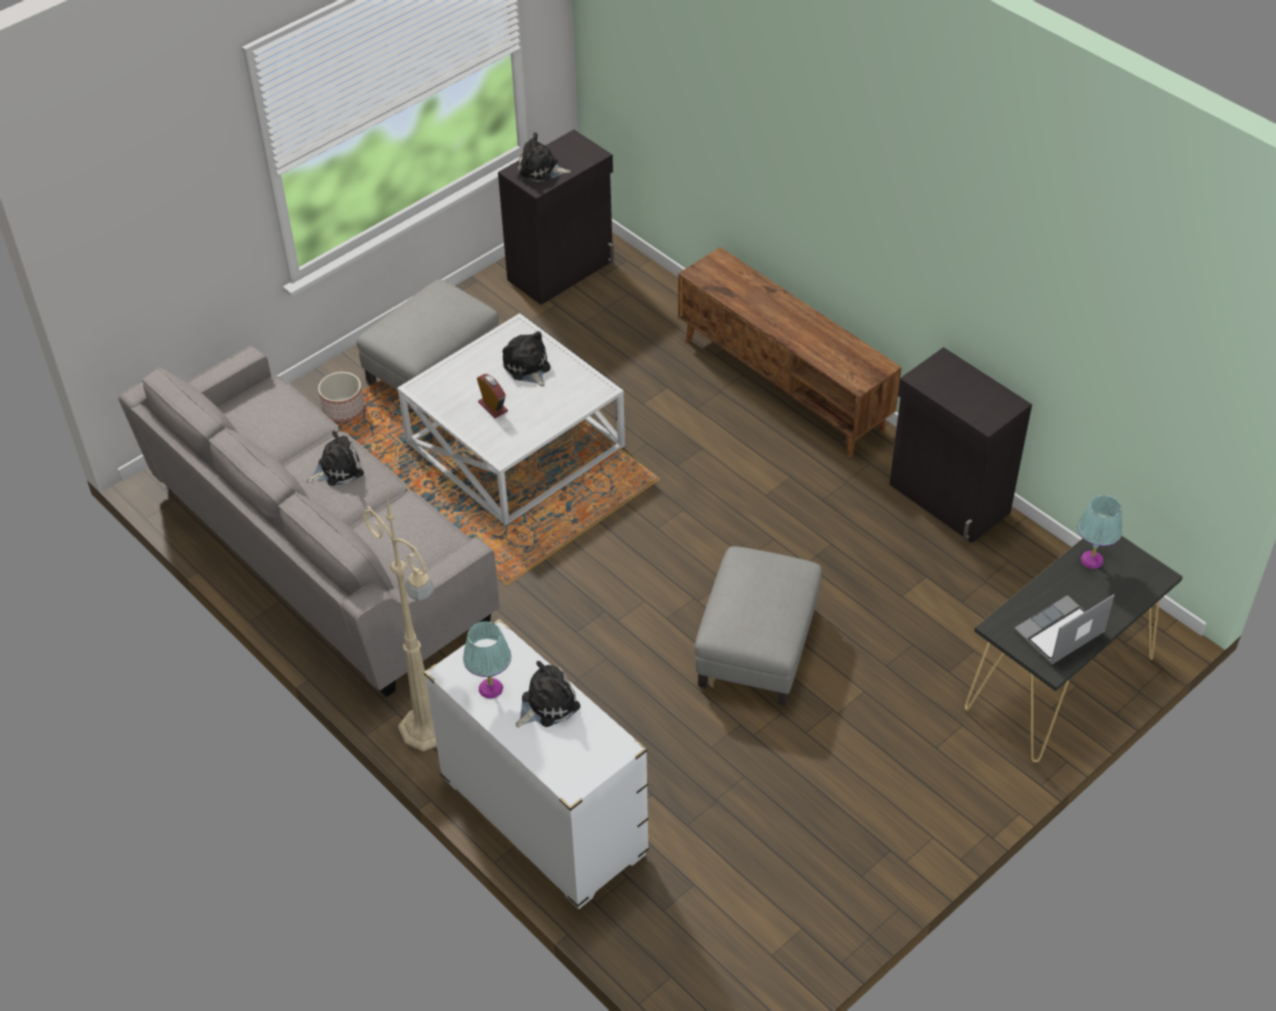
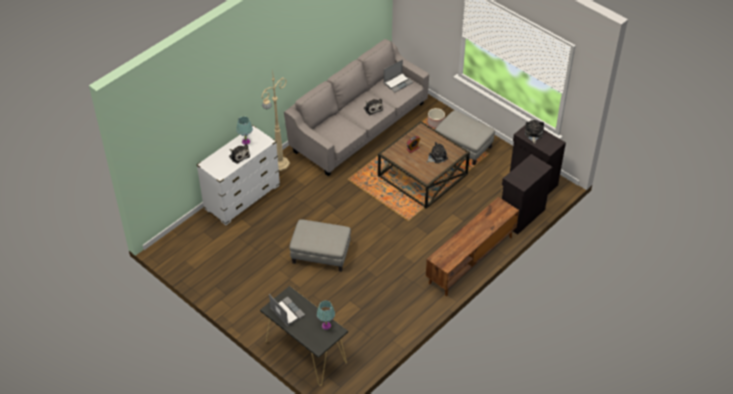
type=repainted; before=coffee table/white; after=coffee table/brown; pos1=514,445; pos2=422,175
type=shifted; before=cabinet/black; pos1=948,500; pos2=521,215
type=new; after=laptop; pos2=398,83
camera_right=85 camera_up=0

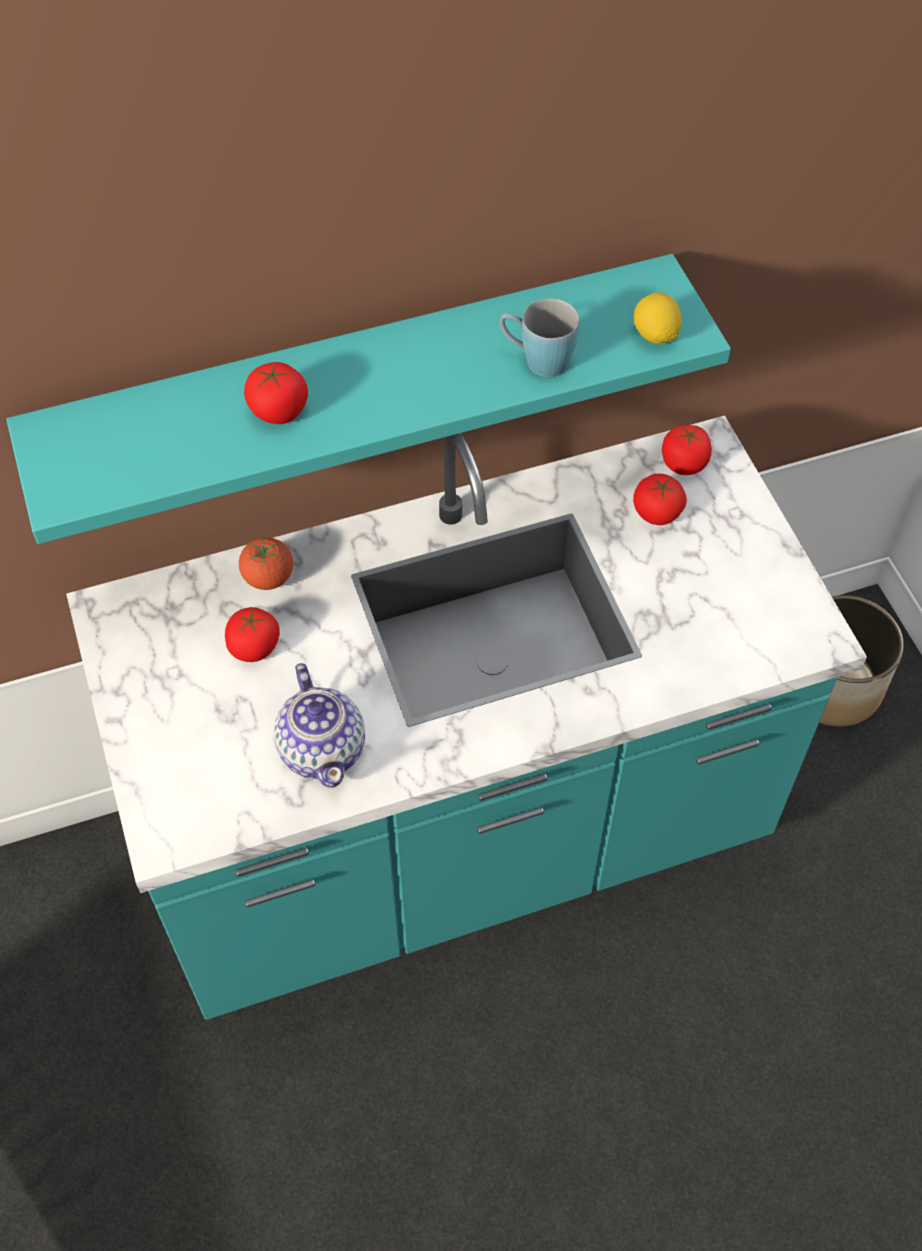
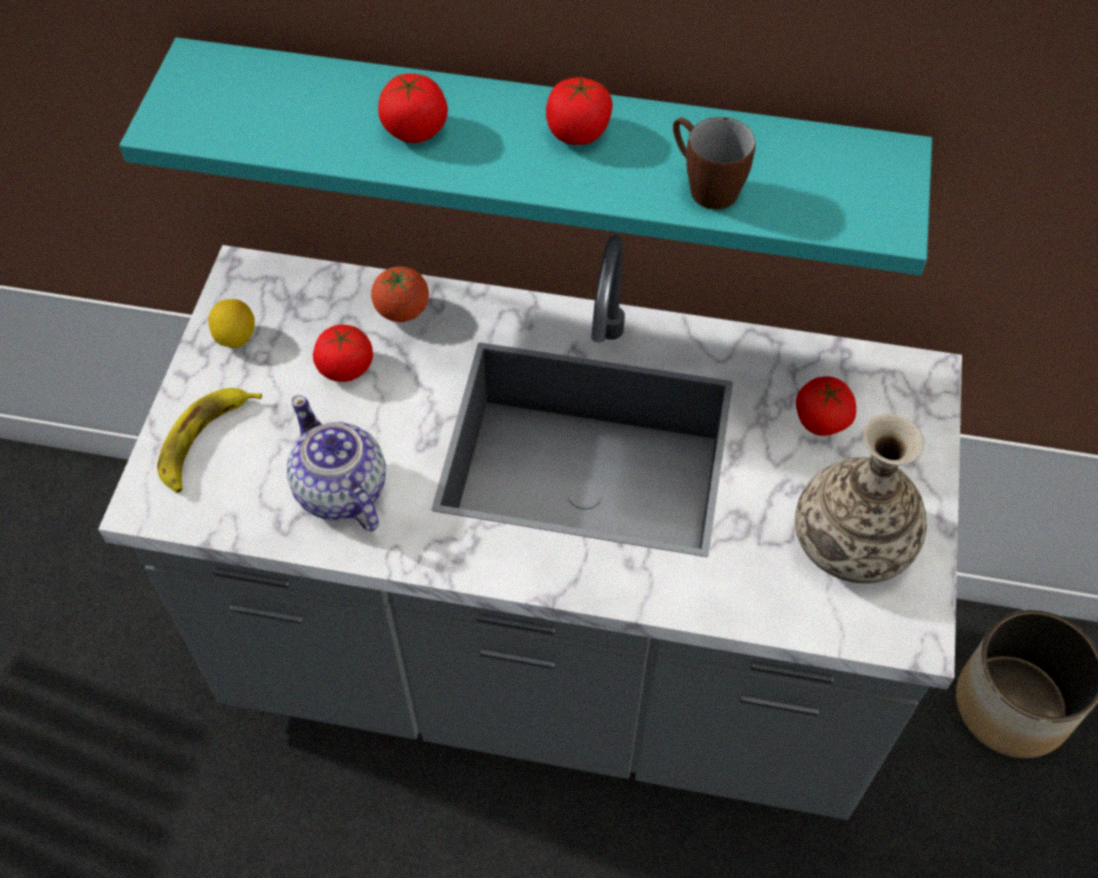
type=repainted; before=counter/turquoise; after=counter/grey; pos1=460,841; pos2=549,665
type=rotated; before=teapot; pos1=323,748; pos2=341,491; turn=135
type=repainted; before=mug/blue; after=mug/brown; pos1=536,360; pos2=704,185
type=shifted; before=lemon; pos1=655,335; pos2=236,337
type=shifted; before=tomato; pos1=684,463; pos2=578,132
type=new; after=banana; pos2=205,442
type=new; after=vase; pos2=852,543
camera_right=30 camera_up=0

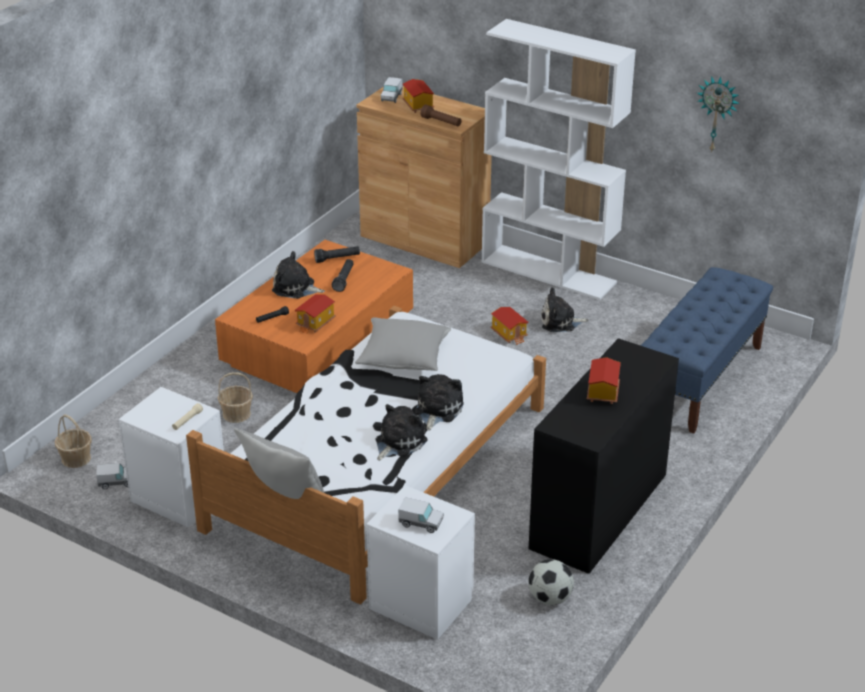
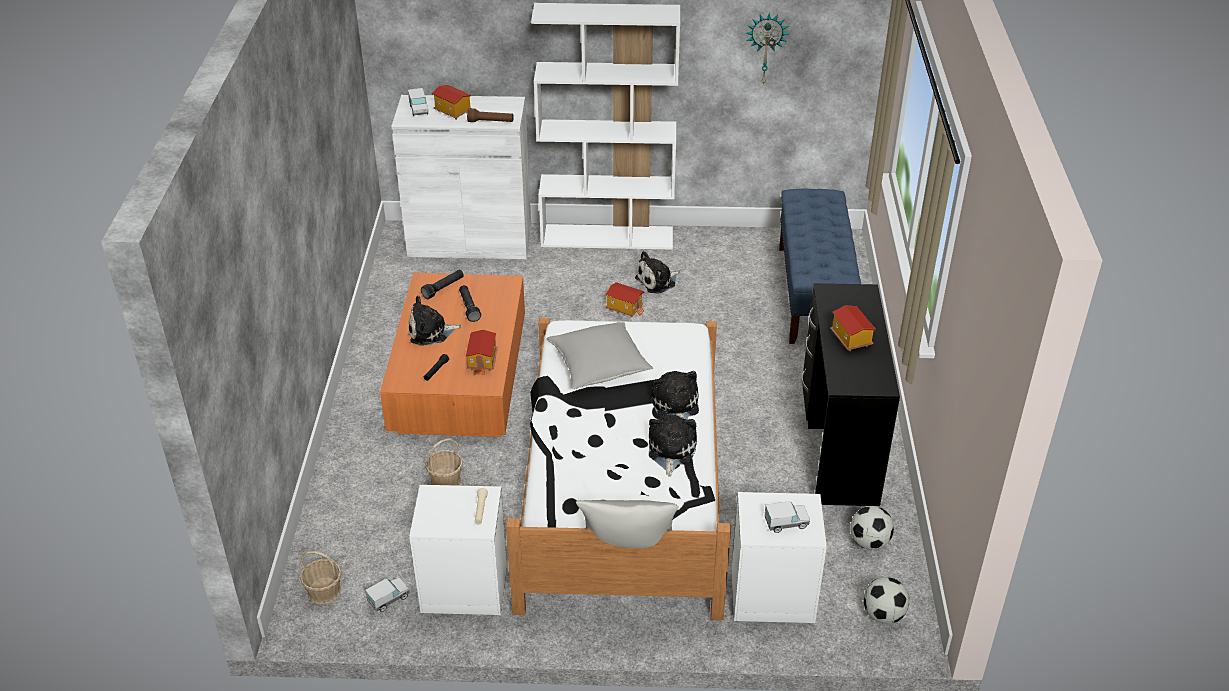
type=repainted; before=cabinet/brown; after=cabinet/white; pos1=424,239; pos2=470,241
type=new; after=football; pos2=883,614
camera_right=-30 camera_up=5

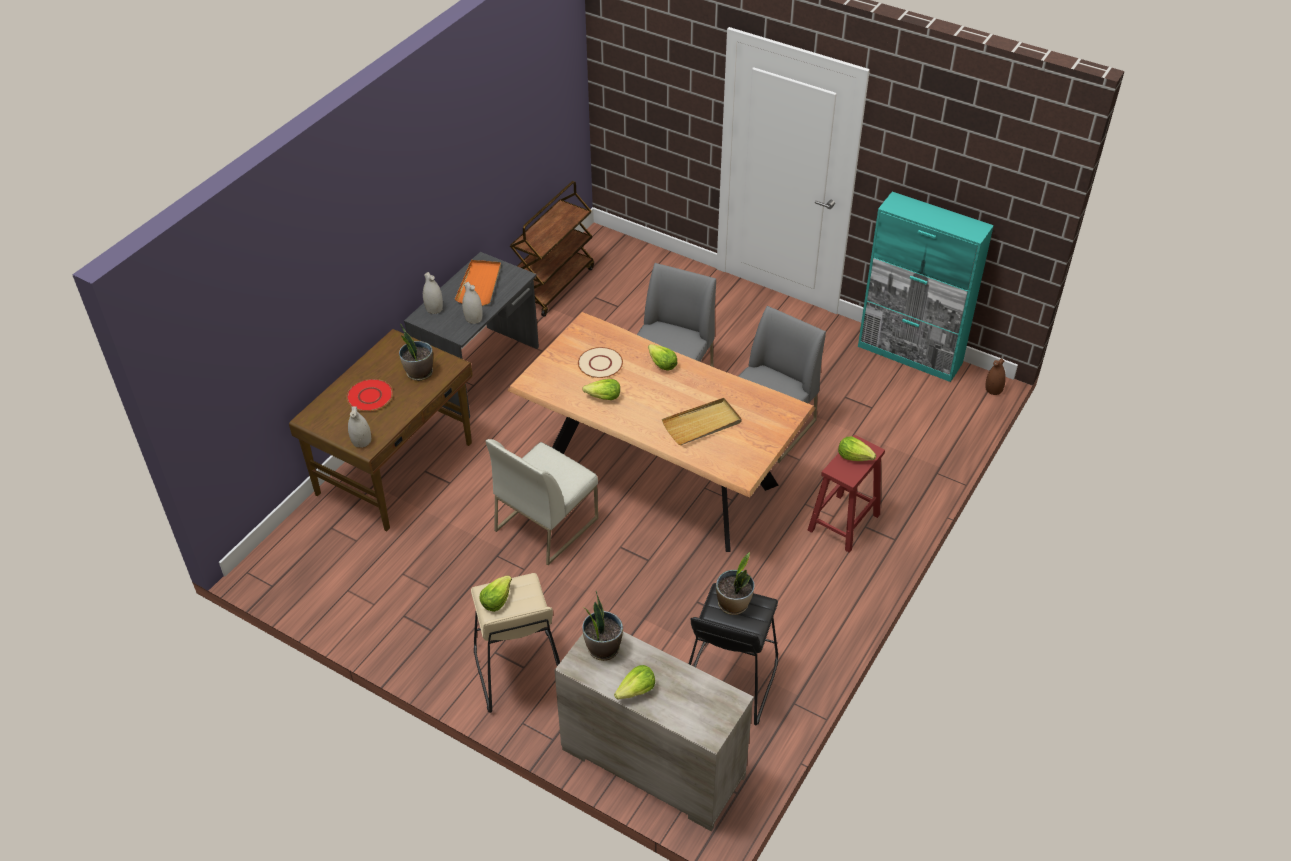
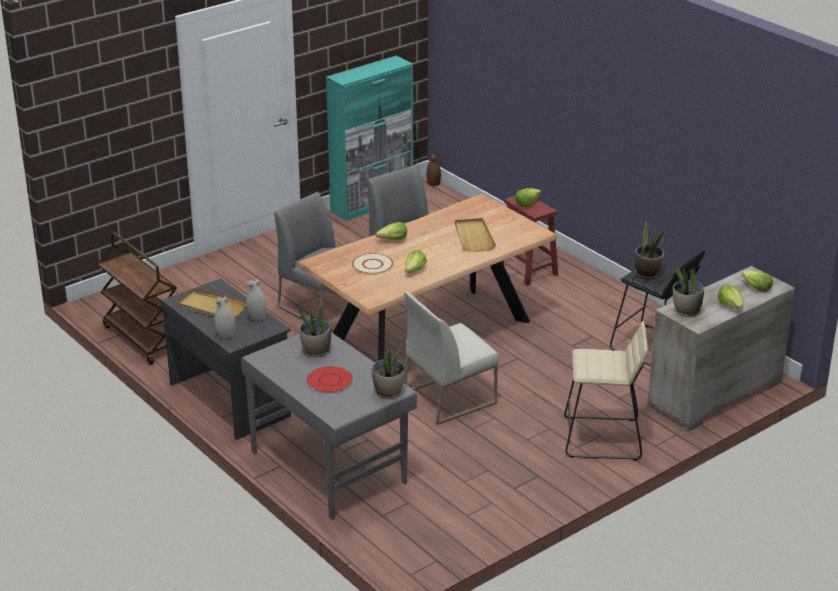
type=repainted; before=desk/brown; after=desk/grey; pos1=397,468; pos2=329,466
type=swapped; before=vase/white; after=potted plant; pos1=361,442; pos2=388,392
type=repainted; before=tray/orange; after=tray/beige; pos1=479,284; pos2=211,307
type=shifted; before=lettuce; pos1=496,599; pos2=756,288
type=rotated; before=chair/white; pos1=546,523; pos2=449,397; turn=90
camera_right=-70 camera_up=-15

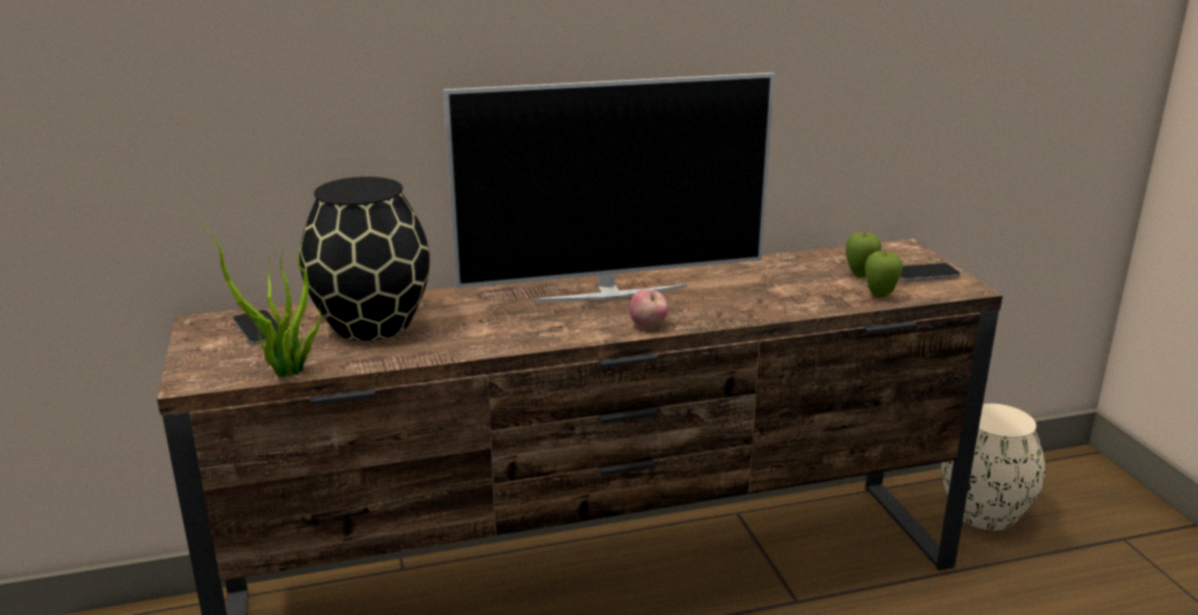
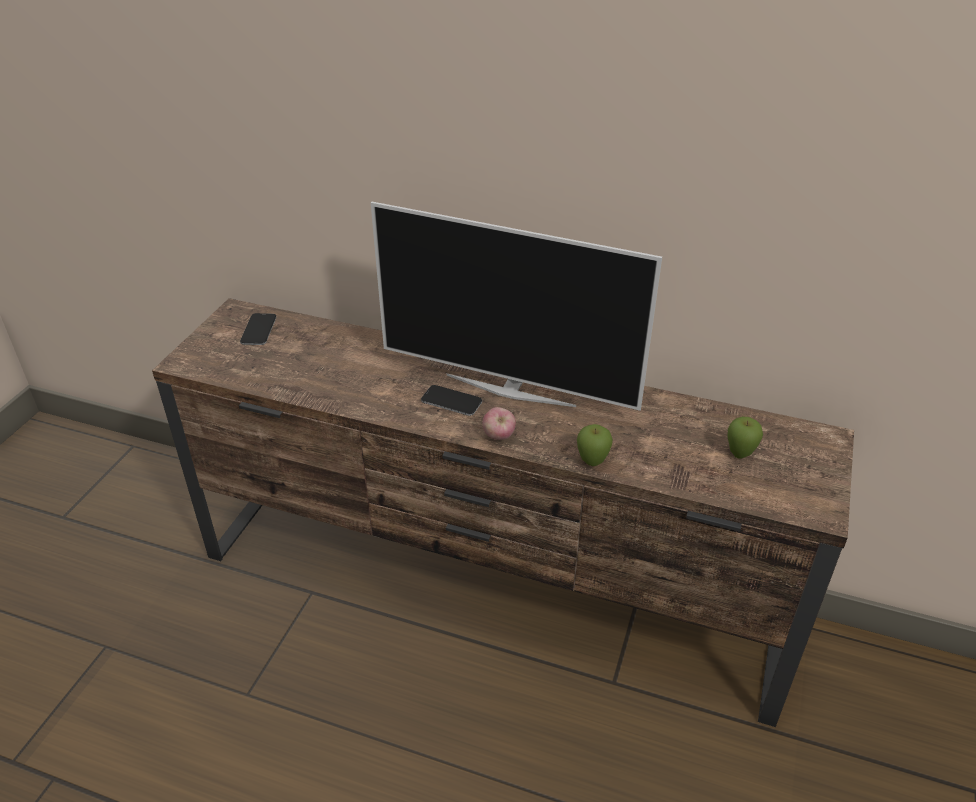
type=gone; before=potted plant; pos1=285,373
type=gone; before=vase/black; pos1=373,323
type=shifted; before=apple; pos1=880,296; pos2=592,463
type=shifted; before=phone; pos1=925,274; pos2=451,401
type=gone; before=vase/beige; pos1=985,514
camera_right=35 camera_up=15

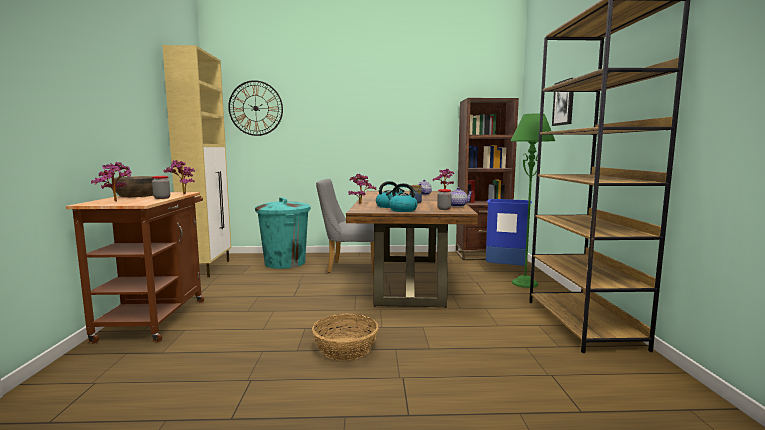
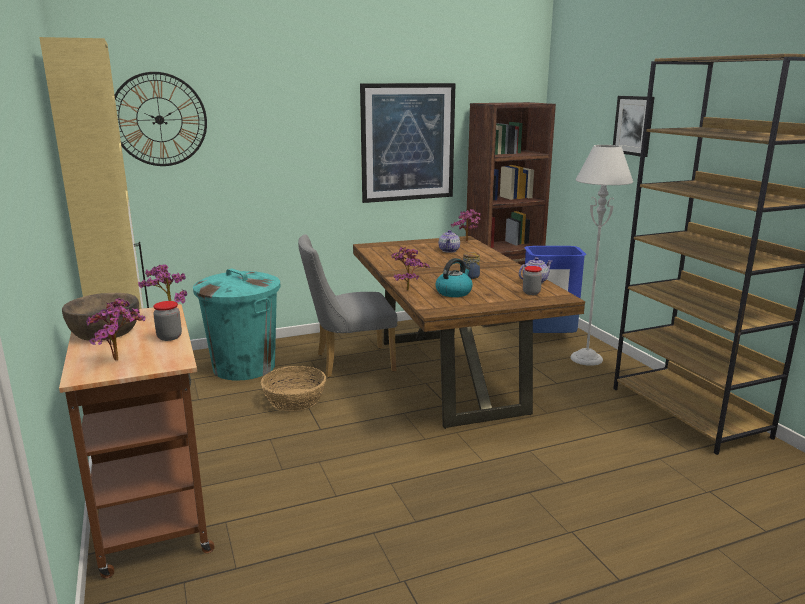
type=shifted; before=basket; pos1=346,348; pos2=295,400
type=gone; before=kettle; pos1=402,210
type=repainted; before=floor lamp/green; after=floor lamp/grey; pos1=525,283; pos2=586,359
type=new; after=picture; pos2=408,142
camera_right=-20 camera_up=10

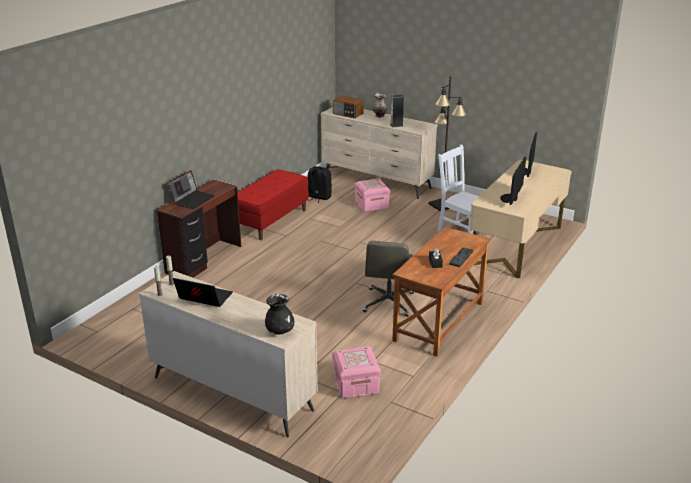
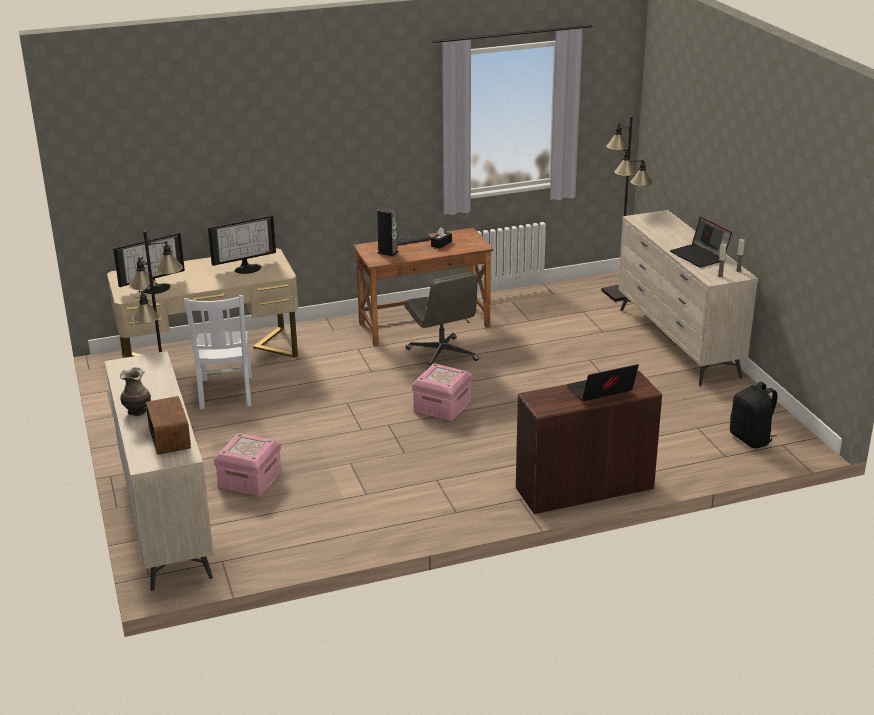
type=gone; before=bench/red; pos1=270,220
type=gone; before=vase/black; pos1=280,331
type=shifted; before=backpack/black; pos1=318,197; pos2=751,439
type=shifted; before=storage box/pink; pos1=356,384; pos2=442,406
type=rotated; before=office chair/grey; pos1=388,303; pos2=442,355; turn=105
type=shifted; before=speaker; pos1=396,125; pos2=388,252
type=new; after=floor lamp/black; pos2=620,293
camera_right=-140 camera_up=0

